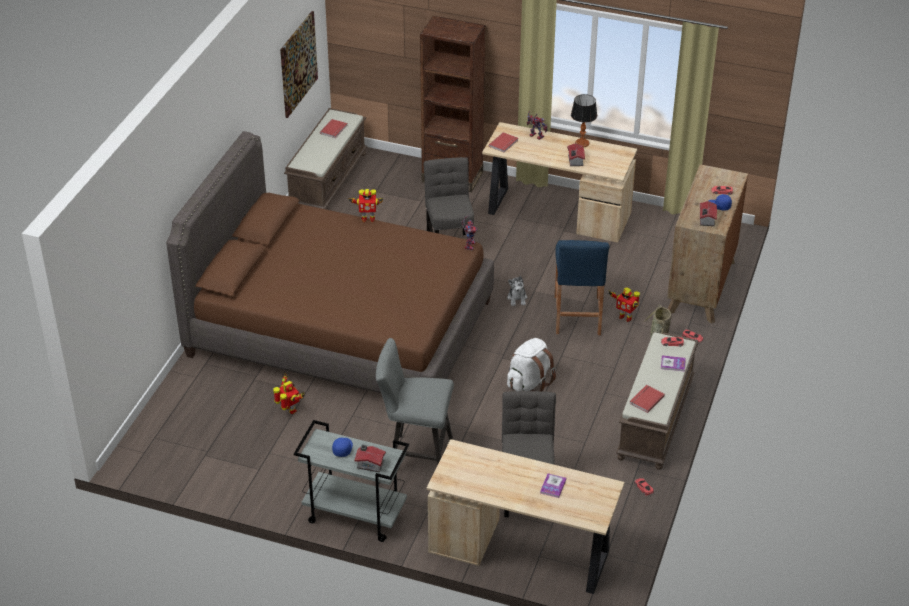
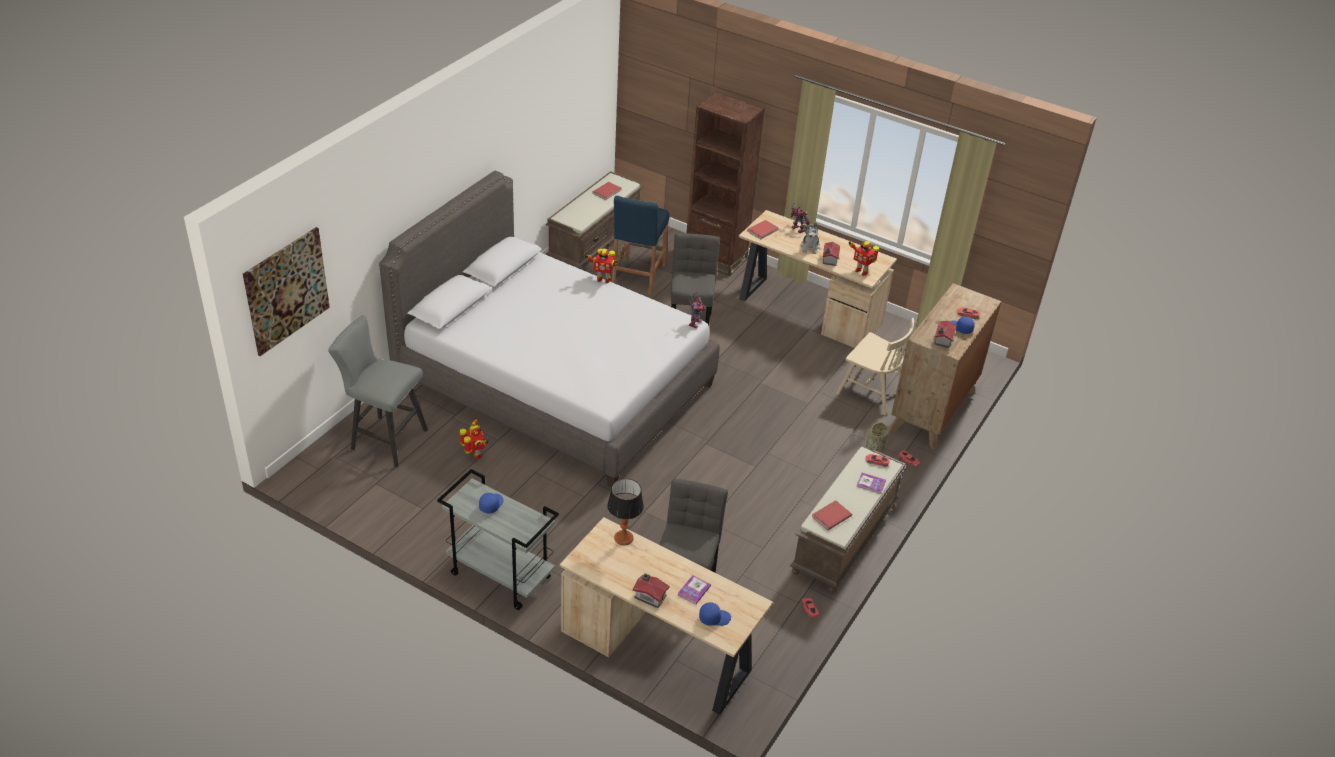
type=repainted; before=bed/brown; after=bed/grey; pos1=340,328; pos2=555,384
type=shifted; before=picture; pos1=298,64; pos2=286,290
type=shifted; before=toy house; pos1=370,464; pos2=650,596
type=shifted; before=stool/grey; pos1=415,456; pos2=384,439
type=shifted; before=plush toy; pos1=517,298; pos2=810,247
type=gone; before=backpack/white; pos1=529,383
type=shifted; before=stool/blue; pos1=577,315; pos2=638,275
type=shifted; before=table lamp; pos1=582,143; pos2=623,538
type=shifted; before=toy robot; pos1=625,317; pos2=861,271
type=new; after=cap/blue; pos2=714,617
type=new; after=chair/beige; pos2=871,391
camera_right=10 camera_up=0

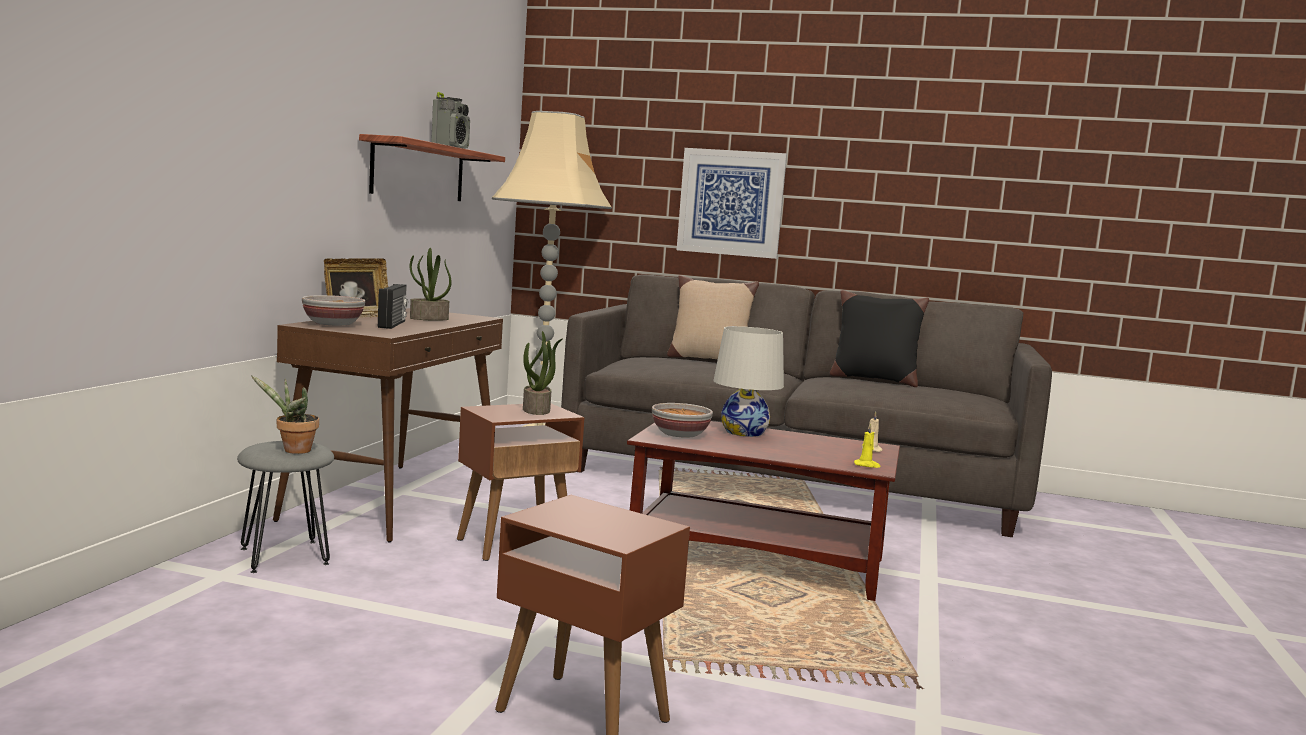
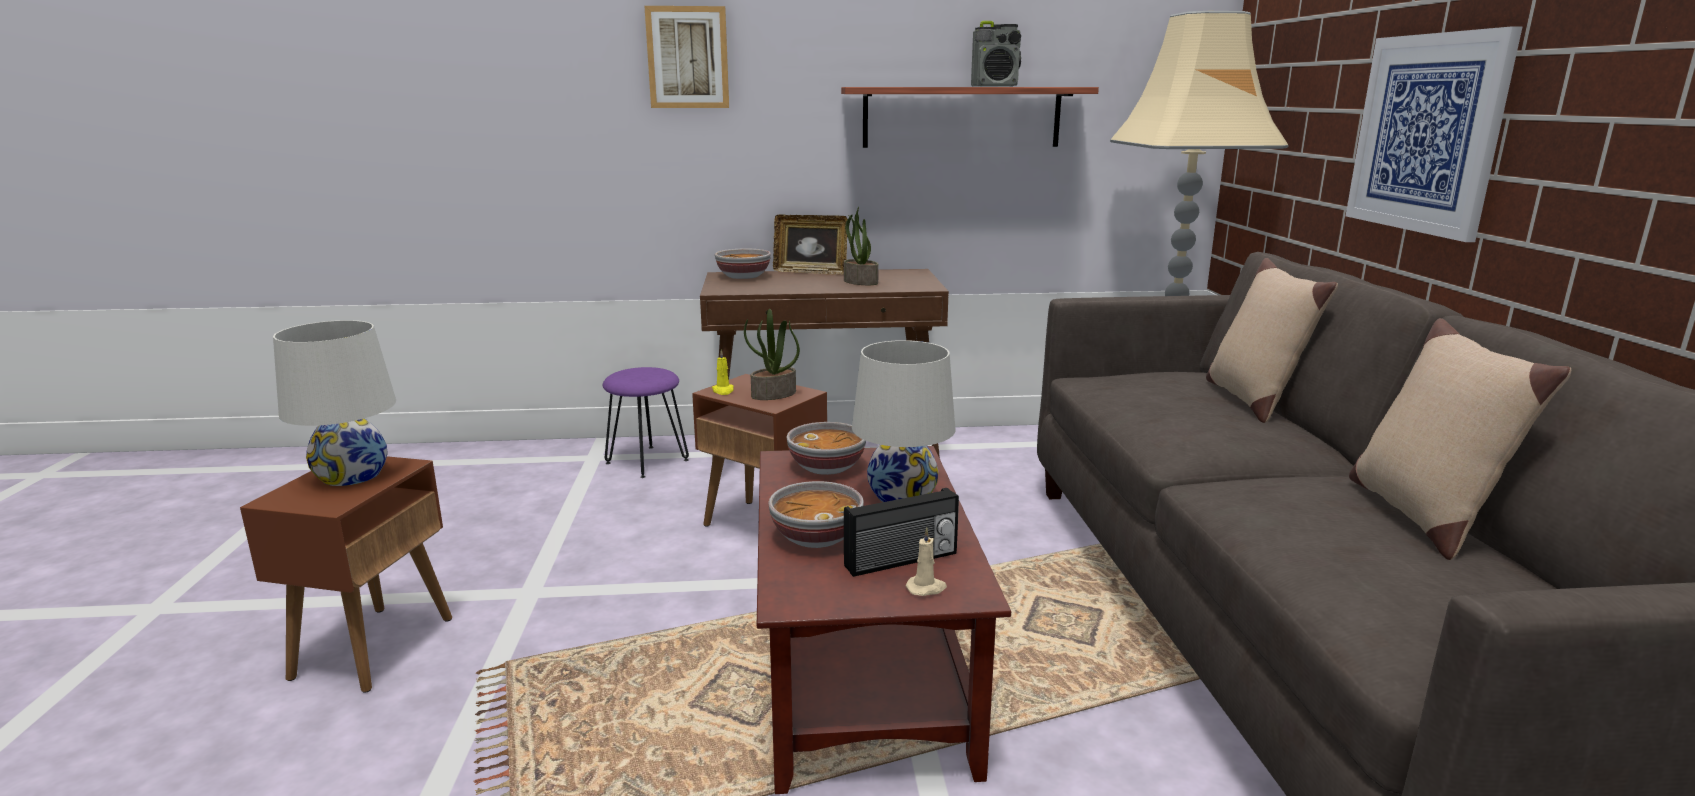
type=repainted; before=stool/grey; after=stool/purple; pos1=284,556; pos2=647,461
type=gone; before=potted plant; pos1=293,451
type=shifted; before=radio; pos1=393,324; pos2=902,561
type=repainted; before=pillow/black; after=pillow/beige; pos1=873,380; pos2=1422,515
type=shifted; before=candle/yellow; pos1=867,465; pos2=723,391
type=new; after=table lamp/white; pos2=351,475
type=new; after=picture; pos2=688,58
type=new; after=bowl; pos2=815,536
camera_right=70 camera_up=10

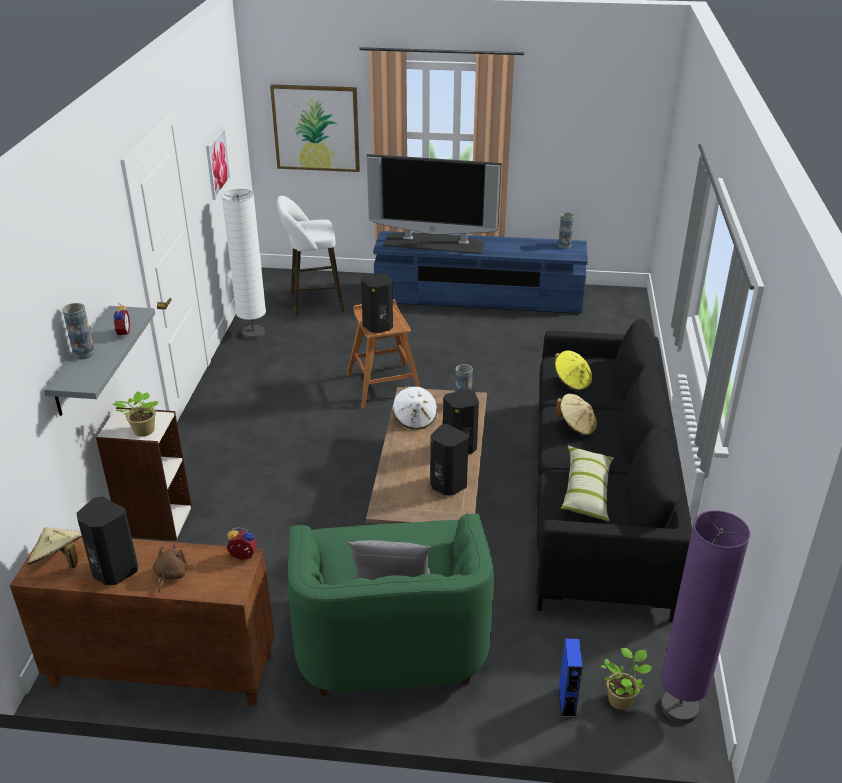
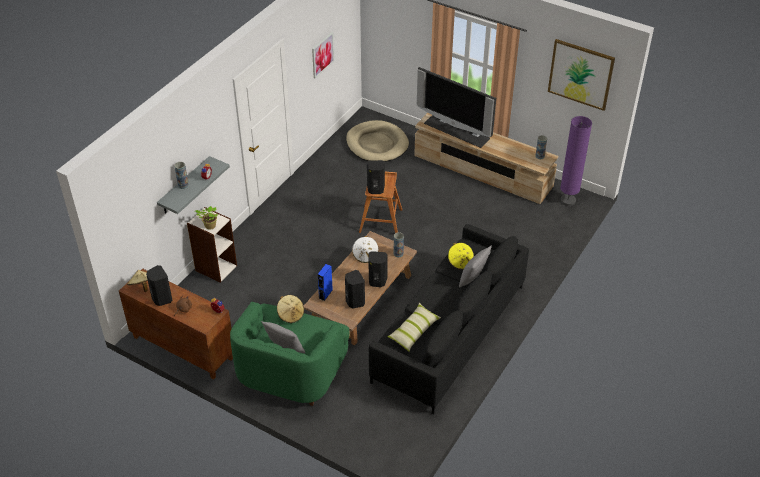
type=gone; before=floor lamp/white; pos1=253,334
type=shifted; before=picture; pos1=316,128; pos2=580,74
type=swapped; before=stool/white; after=dog bed/beige; pos1=312,302; pos2=377,144
type=repainted; before=tv stand/blue; after=tv stand/beige; pos1=478,298; pos2=482,171
type=shifted; before=hat/beige; pos1=576,426; pos2=290,314
type=shifted; before=speaker/blue; pos1=567,702; pos2=325,294
type=gone; before=potted plant; pos1=621,699
type=shifted; before=floor lamp/purple; pos1=679,708; pos2=568,201
type=new; after=pillow/grey; pos2=473,278
camera_right=25 camera_up=10

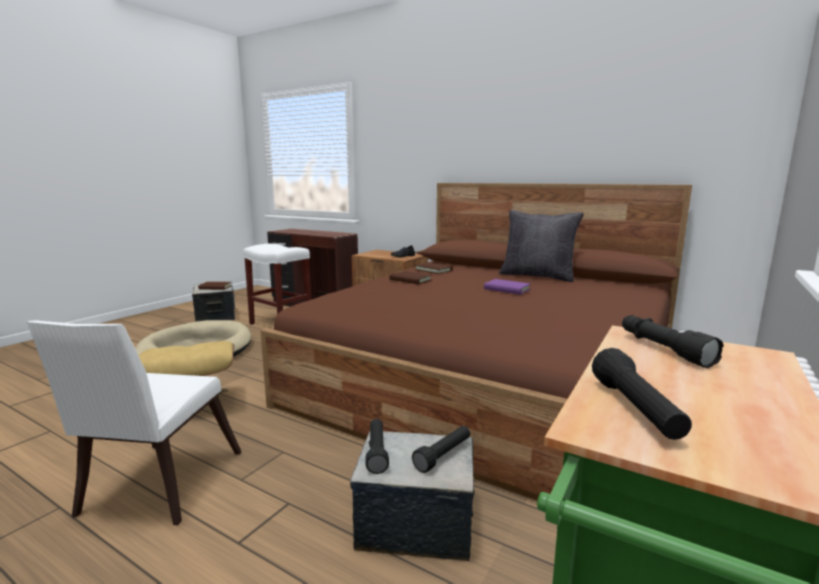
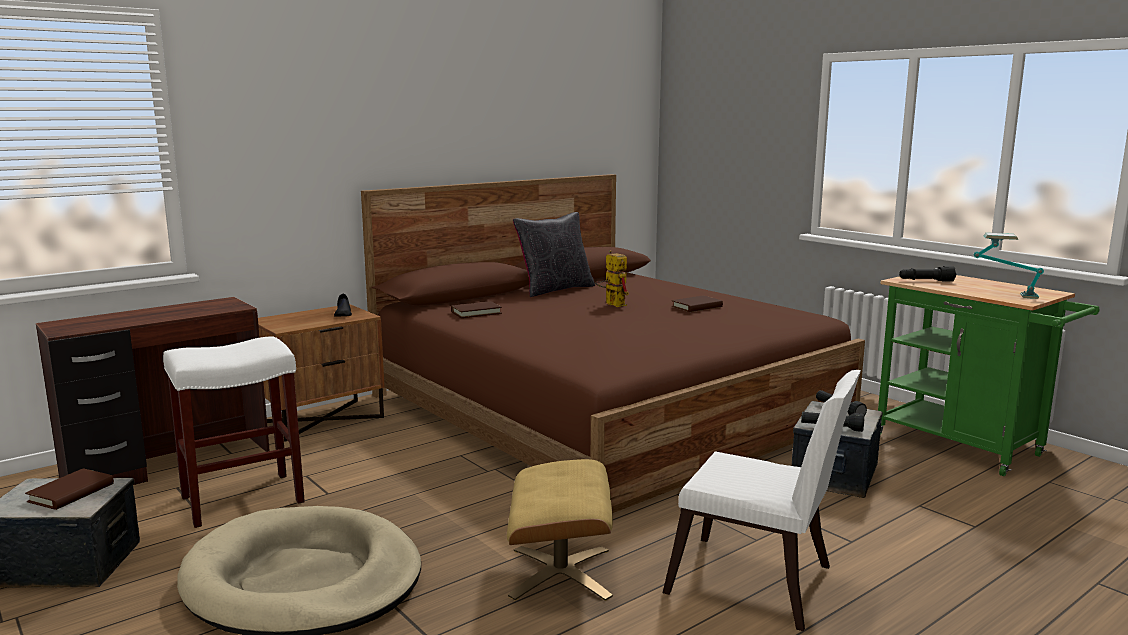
type=shifted; before=book/brown; pos1=410,280; pos2=697,307
type=swapped; before=book/purple; after=toy robot; pos1=507,289; pos2=611,304
type=swapped; before=flashlight/black; after=table lamp; pos1=636,410; pos2=1004,295
camera_right=-70 camera_up=0

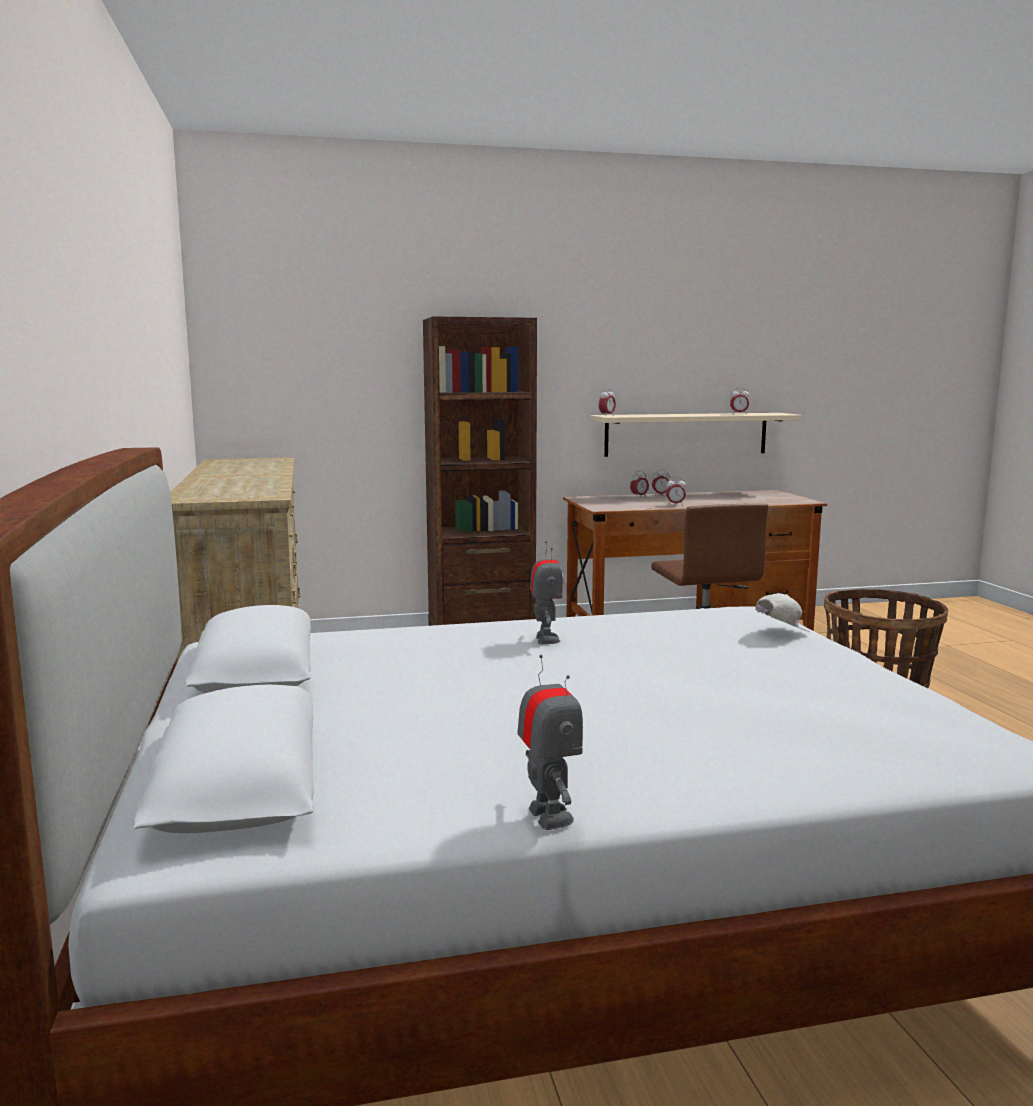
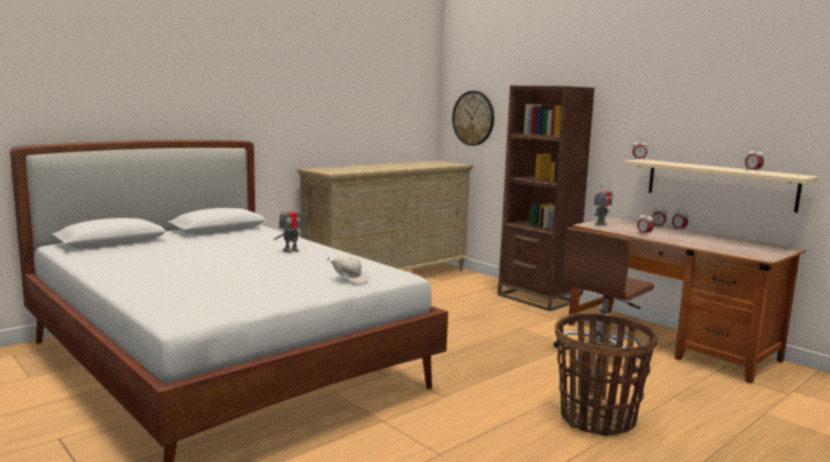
type=shifted; before=toy robot; pos1=549,816; pos2=601,224
type=new; after=wall clock; pos2=473,118
camera_right=60 camera_up=0

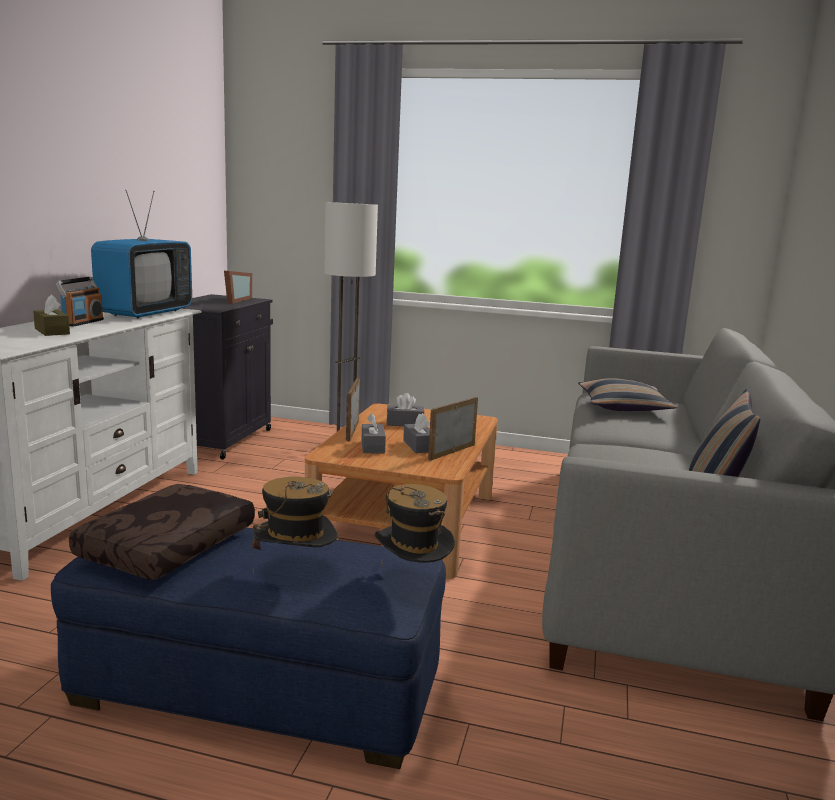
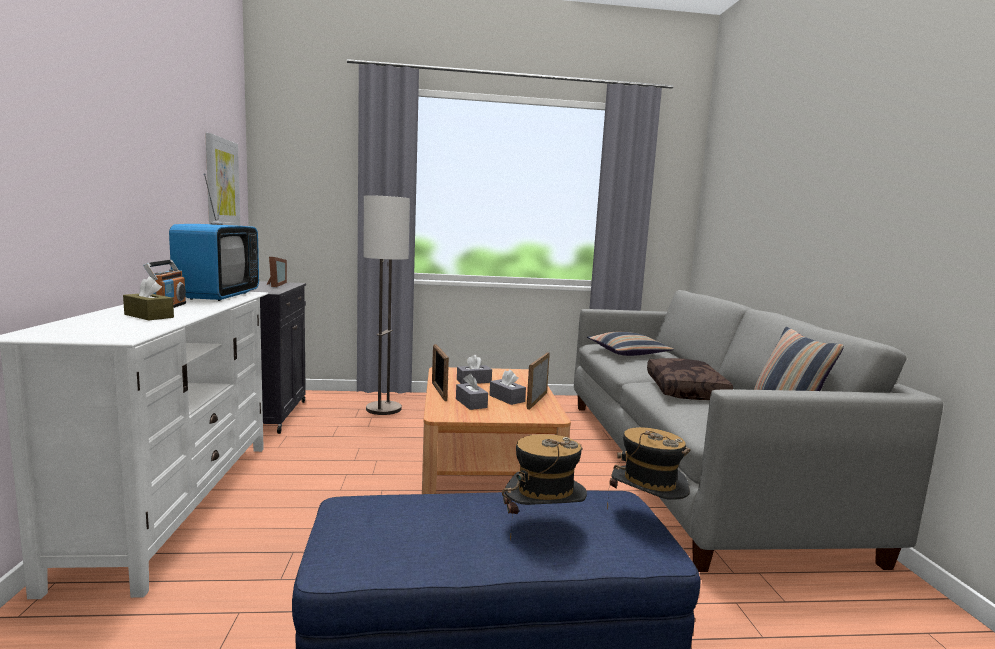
type=shifted; before=pillow/brown; pos1=169,547; pos2=687,390
type=new; after=picture; pos2=222,183
camera_right=-20 camera_up=-5

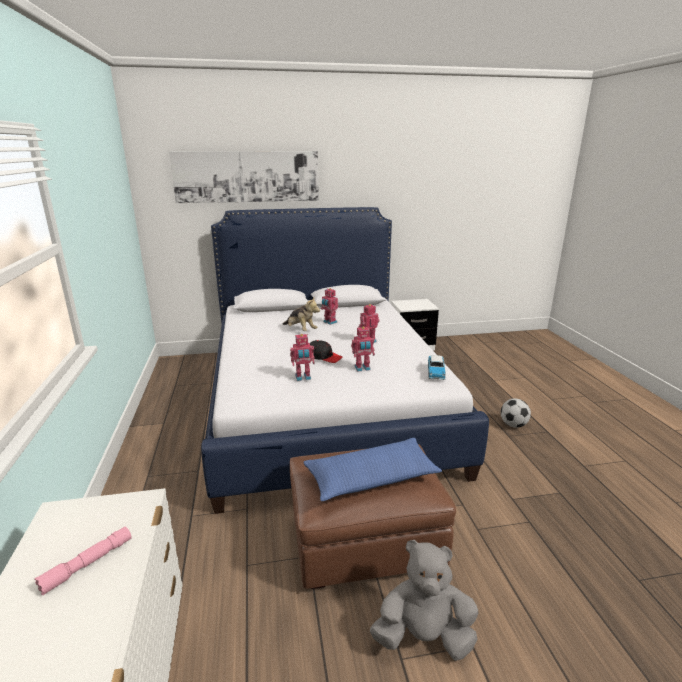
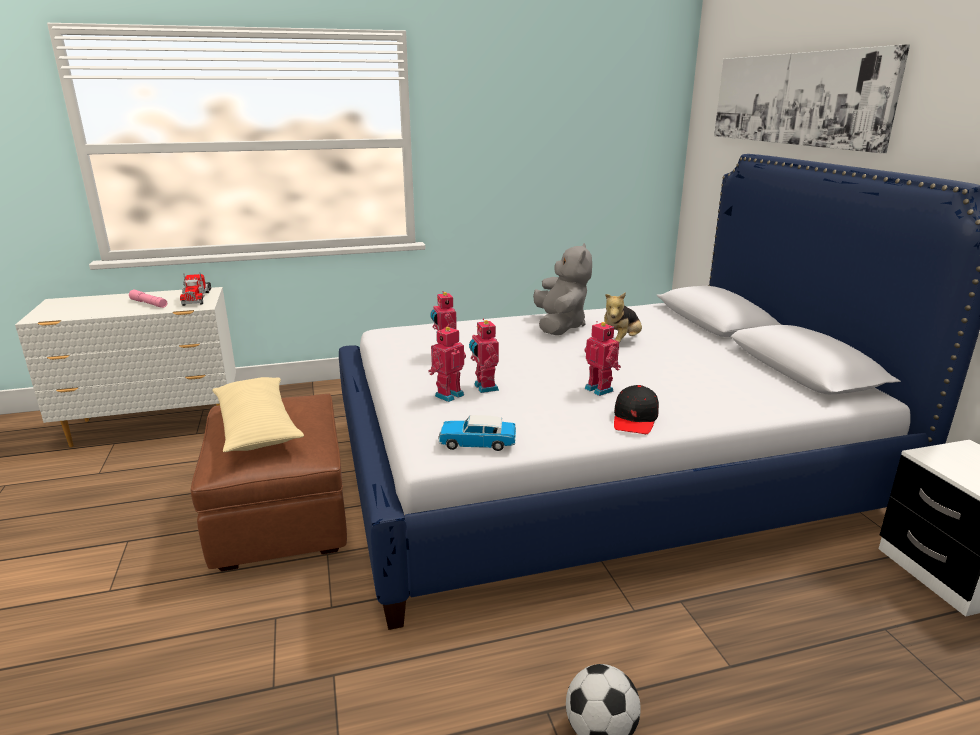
type=repainted; before=pillow/blue; after=pillow/beige; pos1=371,478; pos2=257,426
type=shifted; before=cap/black; pos1=324,357; pos2=635,419
type=shifted; before=toy robot; pos1=329,322; pos2=448,395
type=shifted; before=plush toy/grey; pos1=423,636; pos2=559,326
type=new; after=toy truck; pos2=197,297
camera_right=85 camera_up=0

